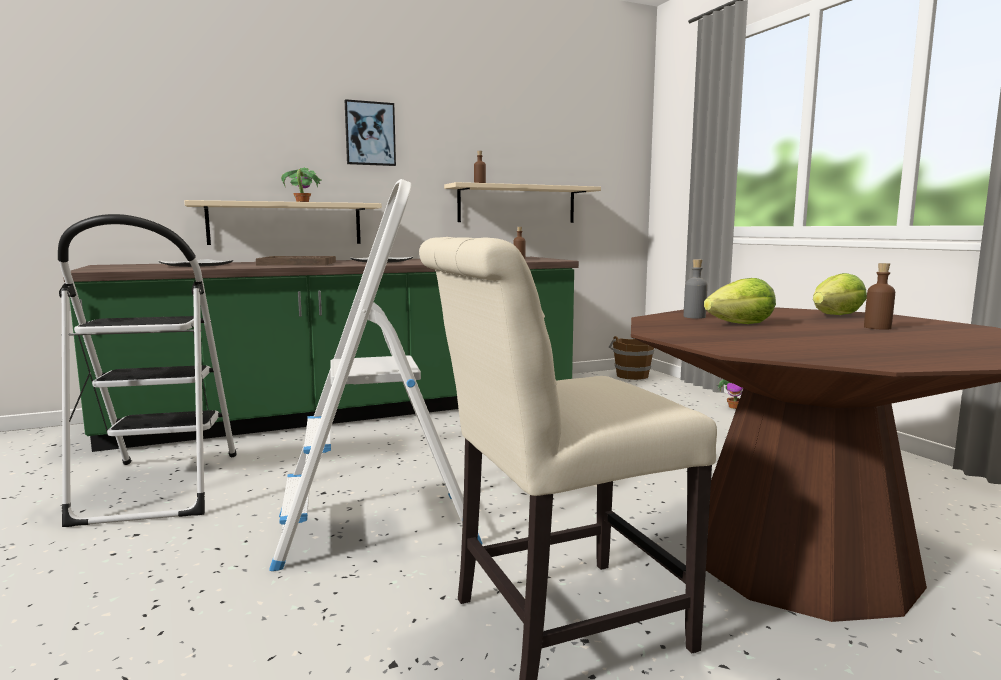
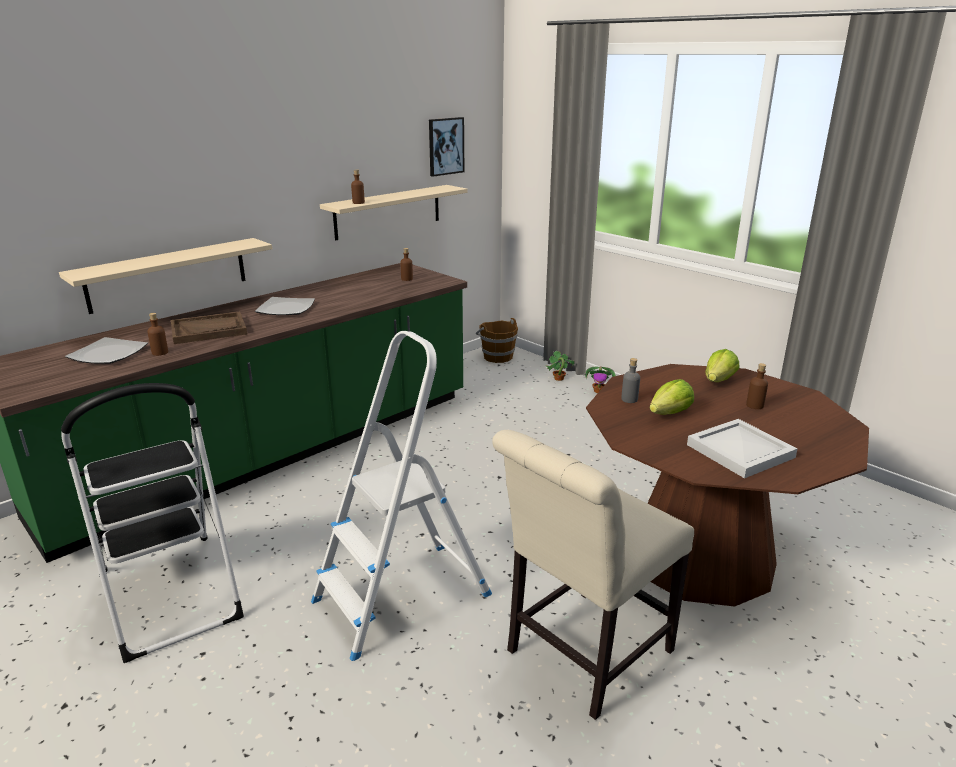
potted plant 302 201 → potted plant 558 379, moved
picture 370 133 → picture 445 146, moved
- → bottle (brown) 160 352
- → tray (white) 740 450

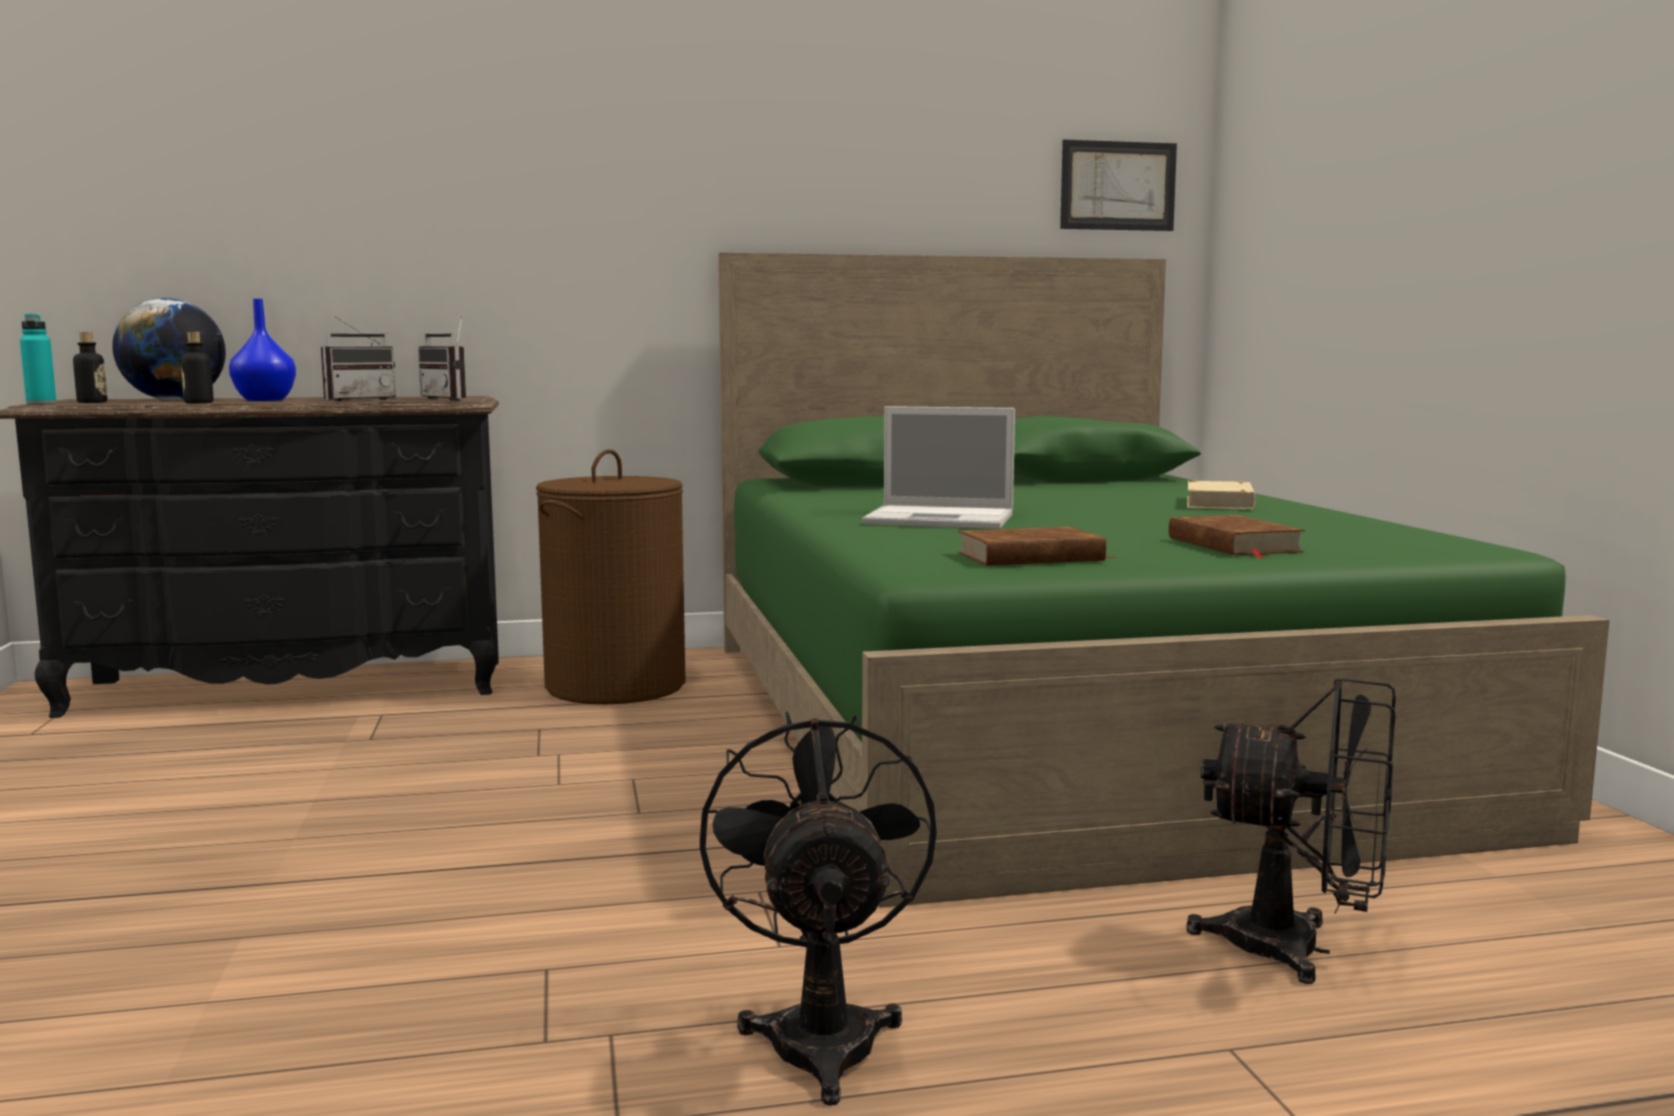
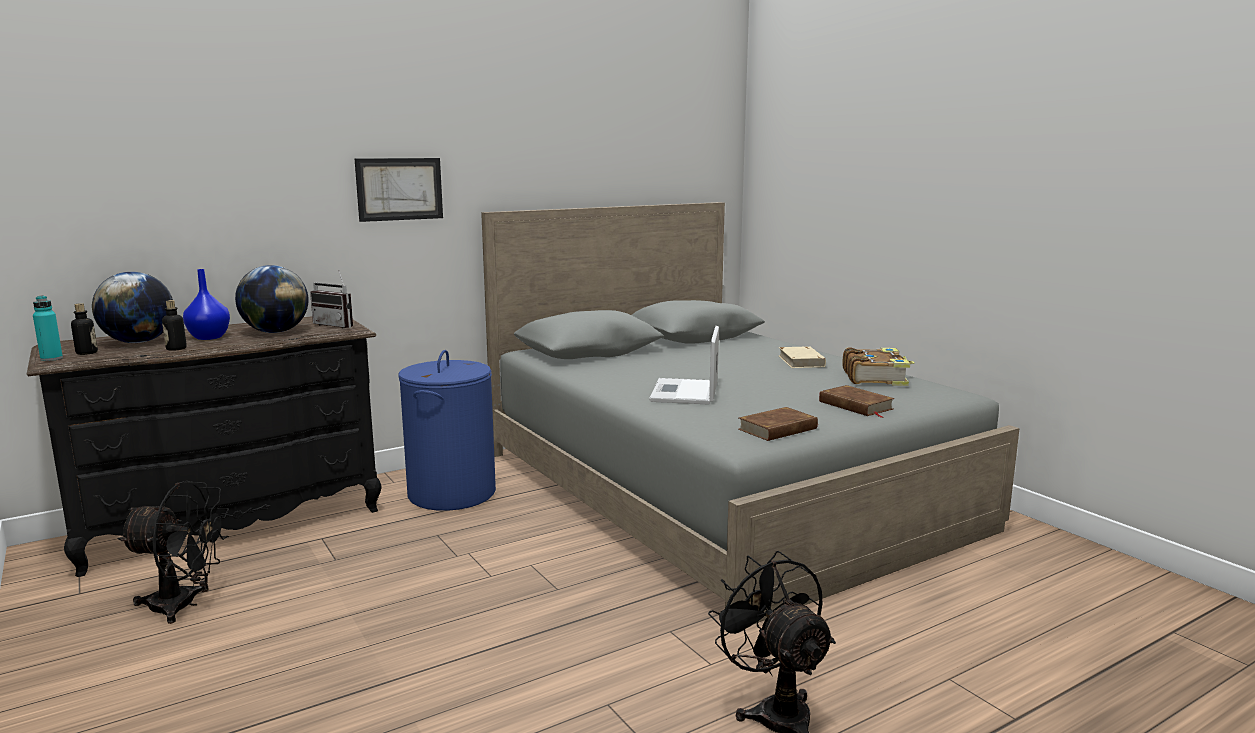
radio 357 400 → globe 275 332
laundry basket (brown) 615 686 → laundry basket (blue) 451 493
bed (green) 1054 722 → bed (grey) 722 488
laptop 943 519 → laptop 685 393, 105 degrees clockwise
picture 1117 186 → picture 399 189, moved
fan (black) 1299 949 → fan (black) 184 605, moved
- → book 875 377

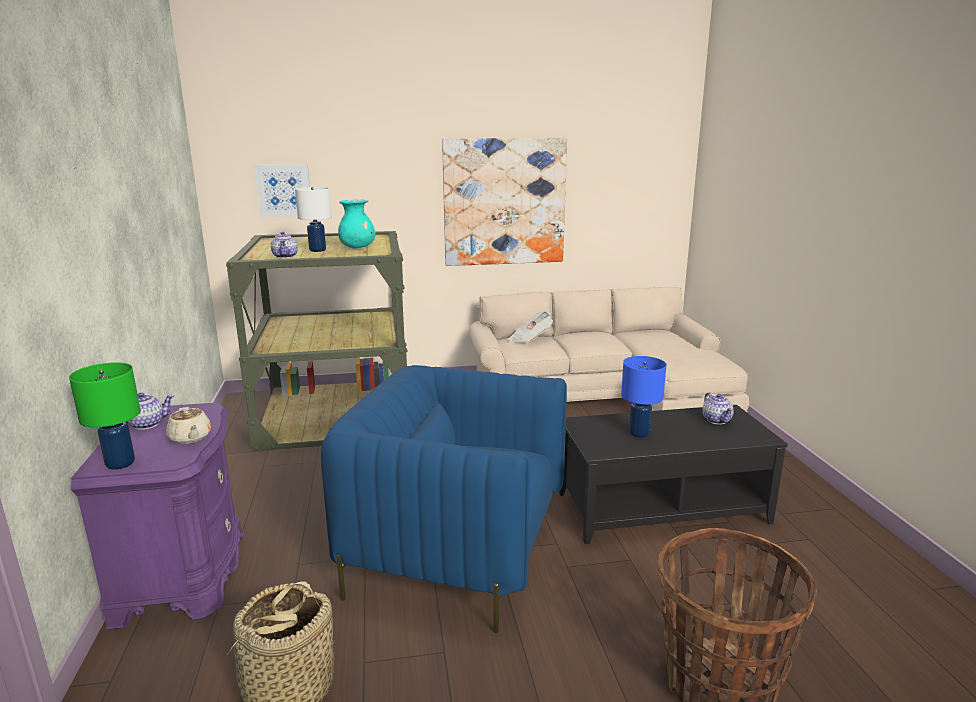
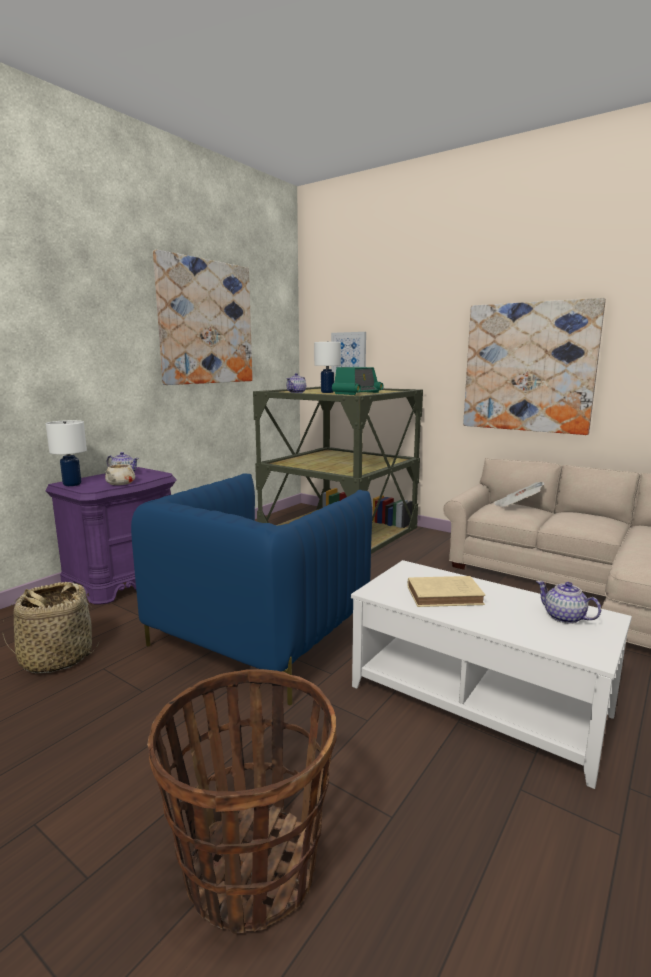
table lamp (green) 121 463 → table lamp (white) 73 484
armchair (blue) 454 550 → armchair (blue) 257 639, 120 degrees counterclockwise
vase (turquoise) 357 248 → radio 357 393
coffee table (black) 661 507 → coffee table (white) 478 699
table lamp (blue) 640 434 → book (beige) 446 595
teapot 716 420 → teapot 564 617, 105 degrees clockwise
- → picture 206 323

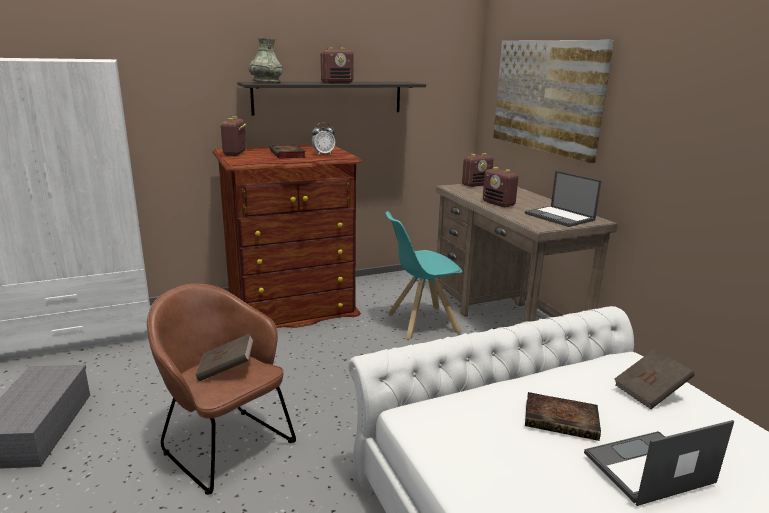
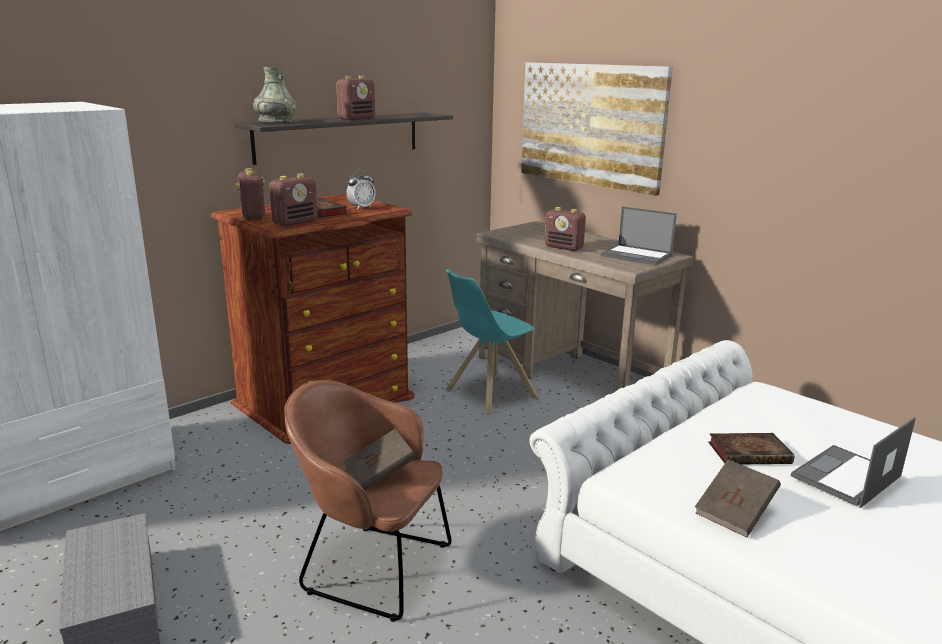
radio 476 185 → radio 295 222, moved
book (brown) 650 391 → book (brown) 735 513, moved

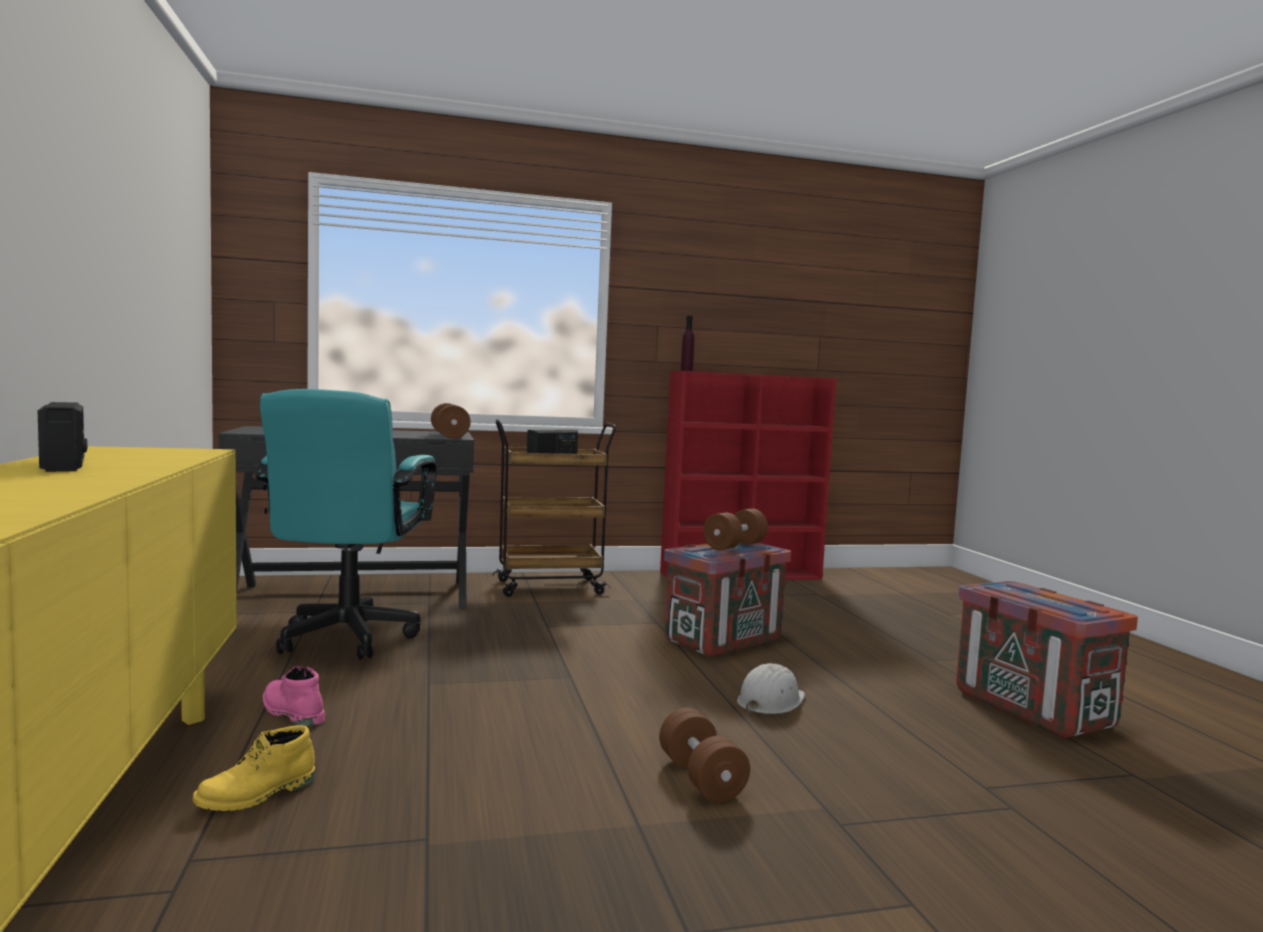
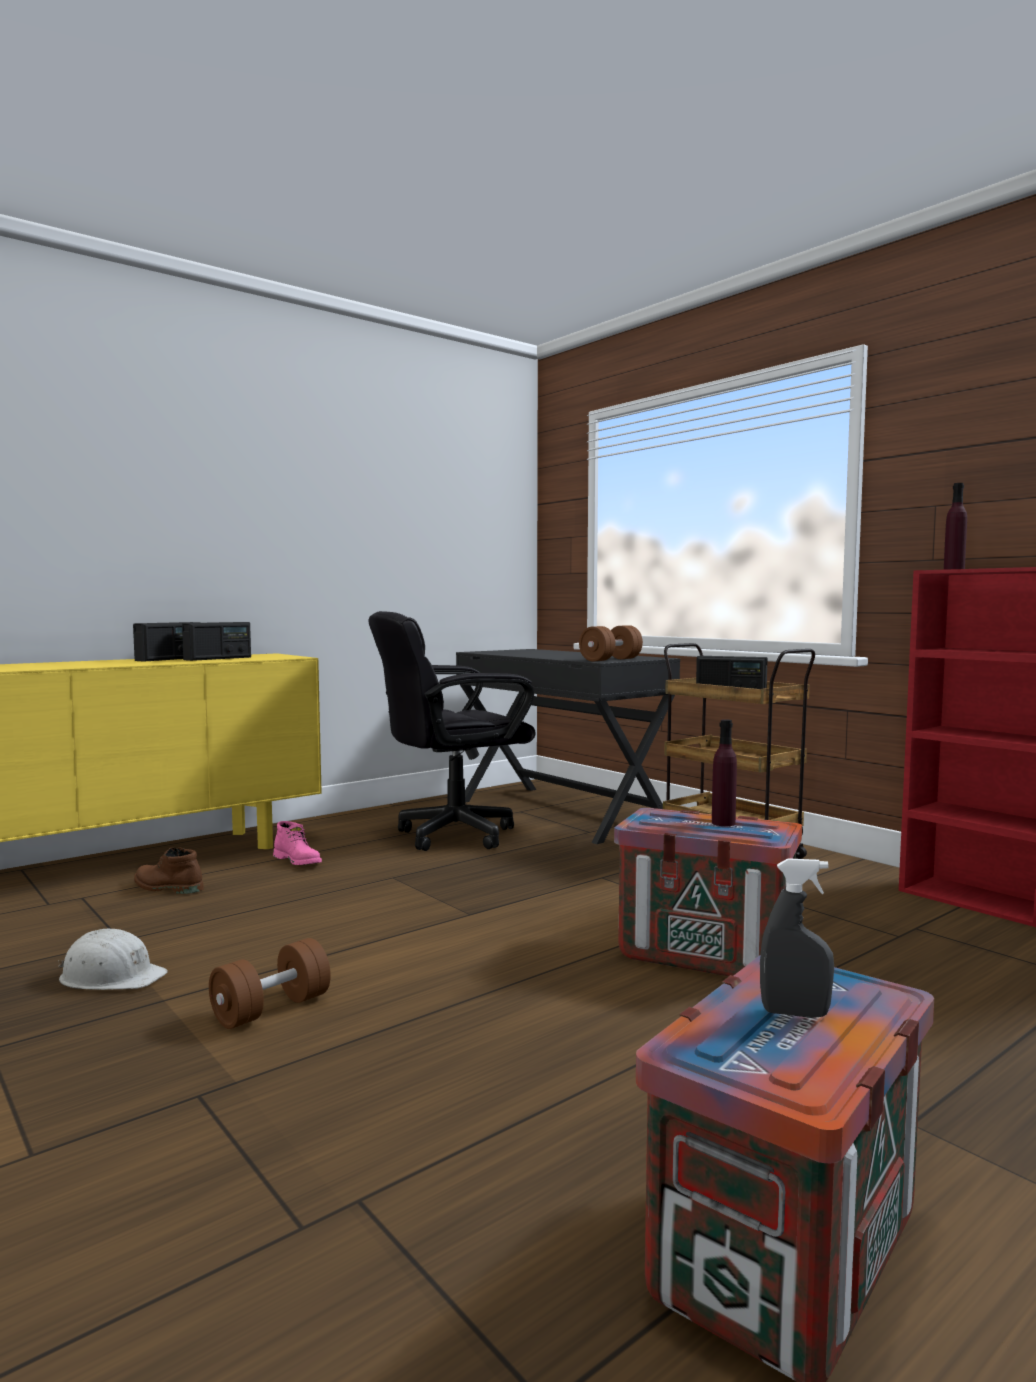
boot (yellow) 257 795 → boot (brown) 167 888
office chair (turquoise) 346 642 → office chair (black) 450 837
boot (pink) 291 712 → boot (pink) 298 861, 120 degrees clockwise
dumbbell (brown) 735 546 → bottle (purple) 723 823
hard hat (white) 770 701 → hard hat (white) 111 977, moved
- → radio 218 658
- → spray bottle (grey) 795 1013

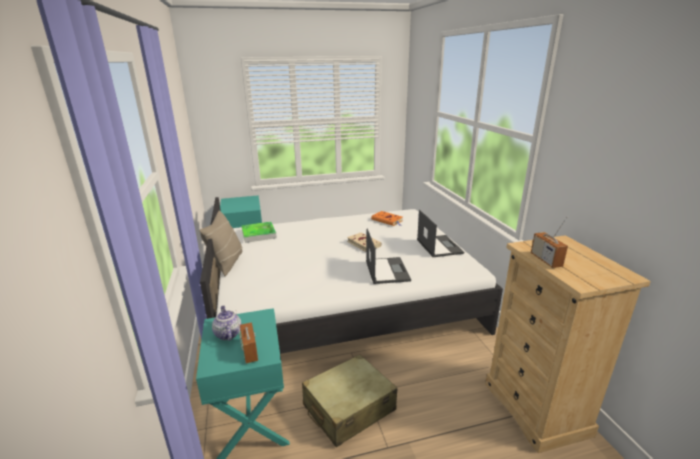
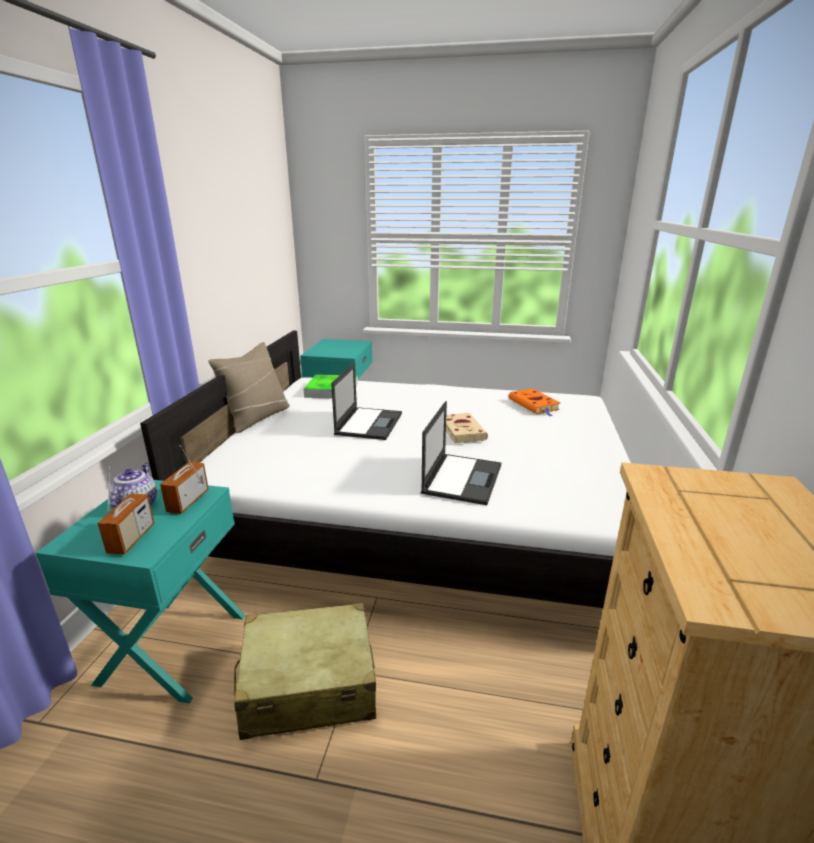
laptop 439 246 → laptop 369 423, moved
radio 546 260 → radio 188 501, moved

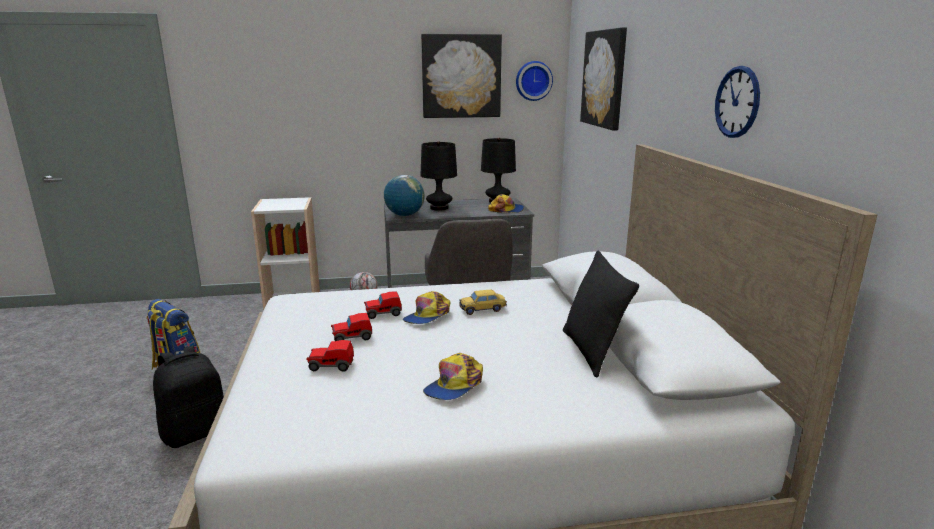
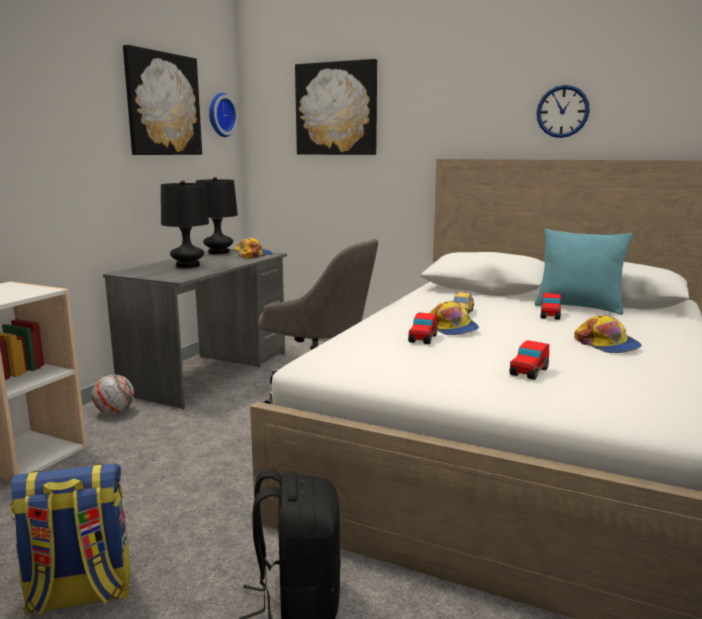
toy car 352 338 → toy car 550 315, moved
globe 404 215 → -
pillow (black) 591 352 → pillow (turquoise) 578 307

